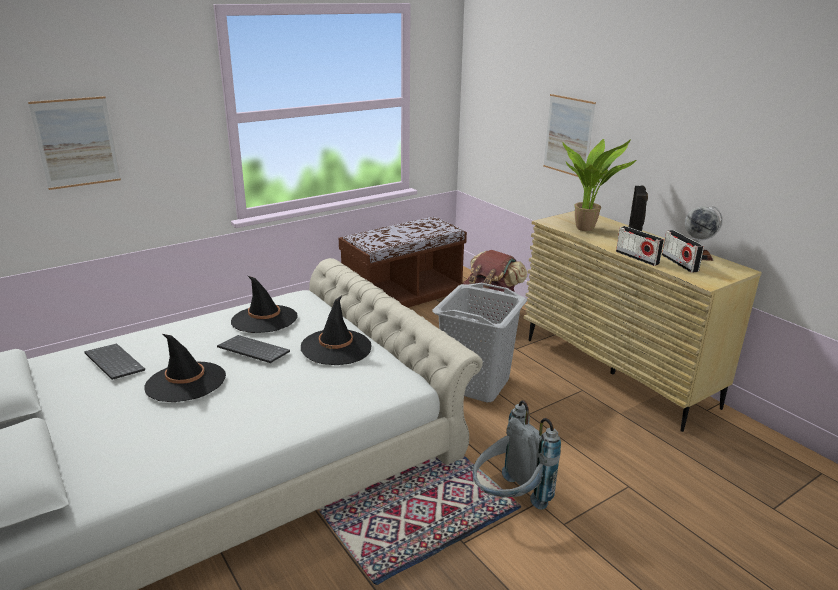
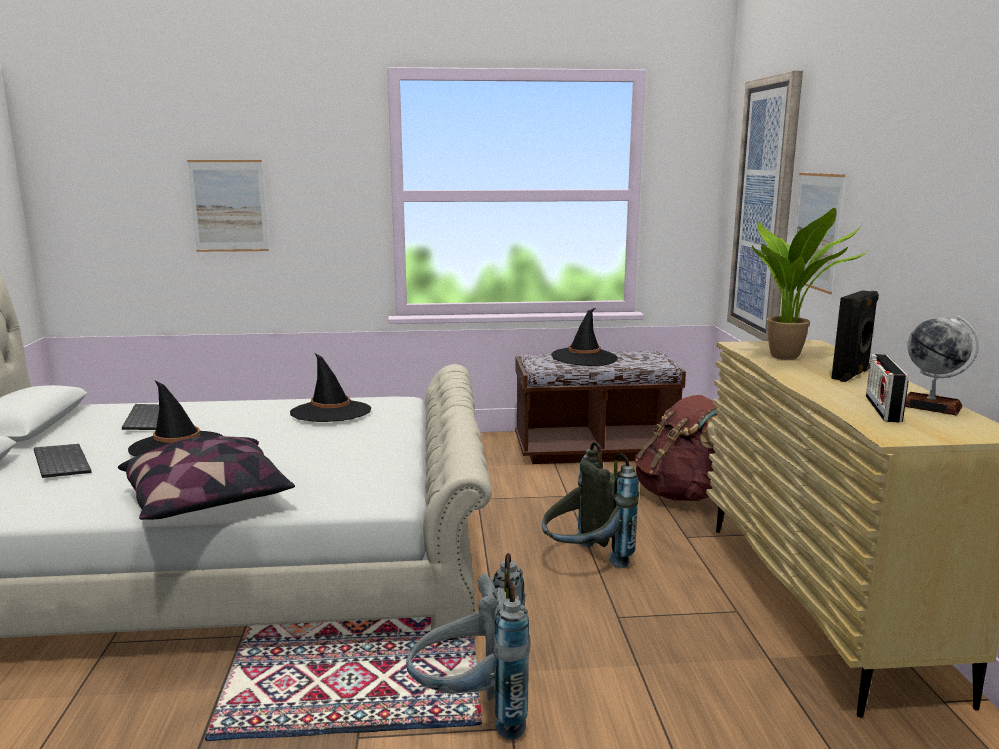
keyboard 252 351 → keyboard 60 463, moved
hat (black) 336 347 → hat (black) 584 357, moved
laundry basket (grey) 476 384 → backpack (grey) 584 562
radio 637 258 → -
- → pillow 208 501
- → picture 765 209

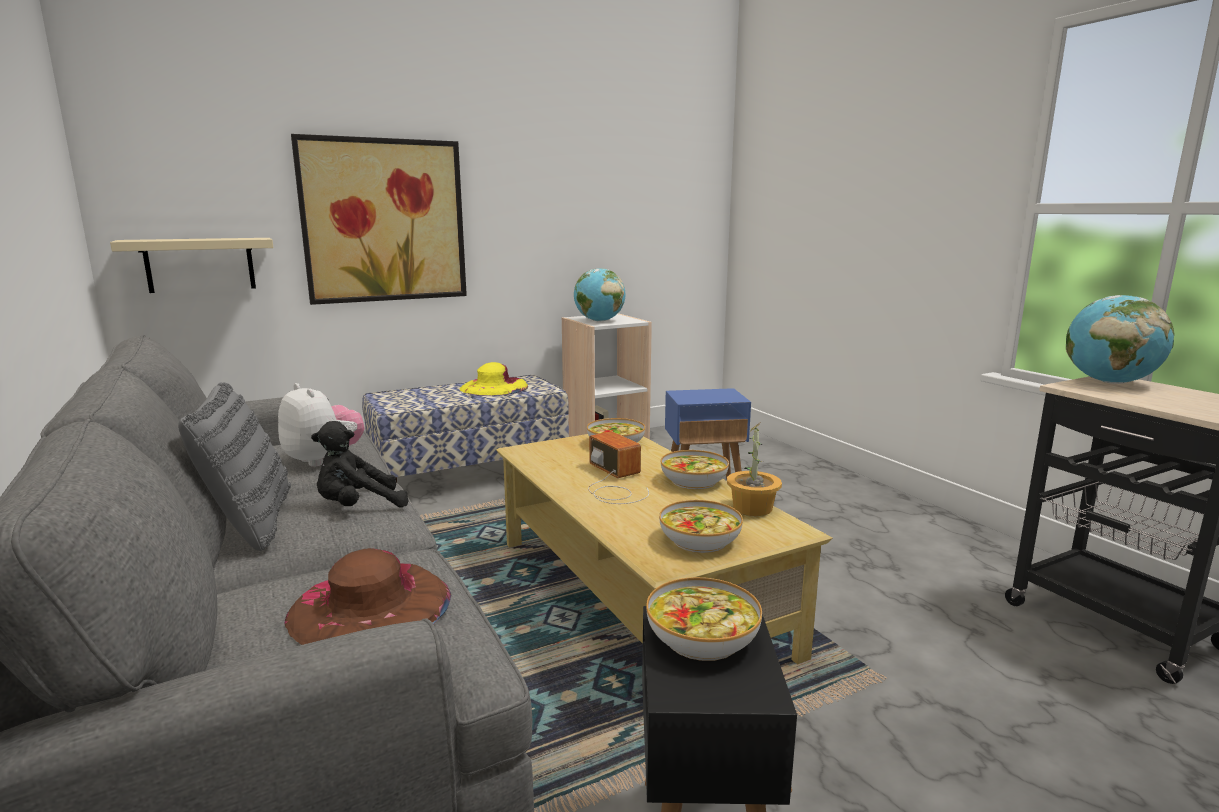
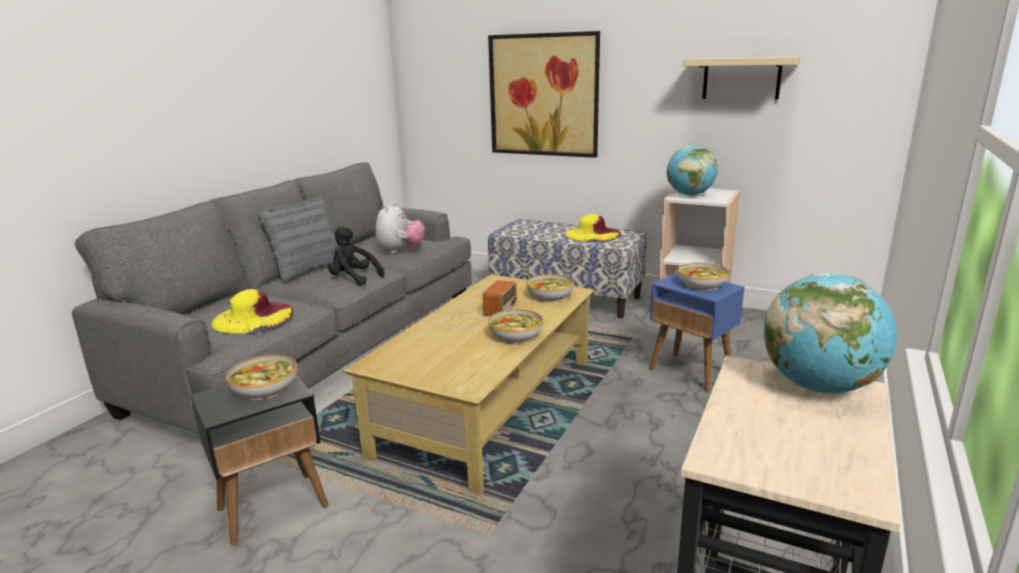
shelf (beige) 200 264 → shelf (beige) 741 78, moved
hat (brown) 370 605 → hat (yellow) 253 317
bowl 699 540 → bowl 701 284, moved
potted plant 753 508 → -

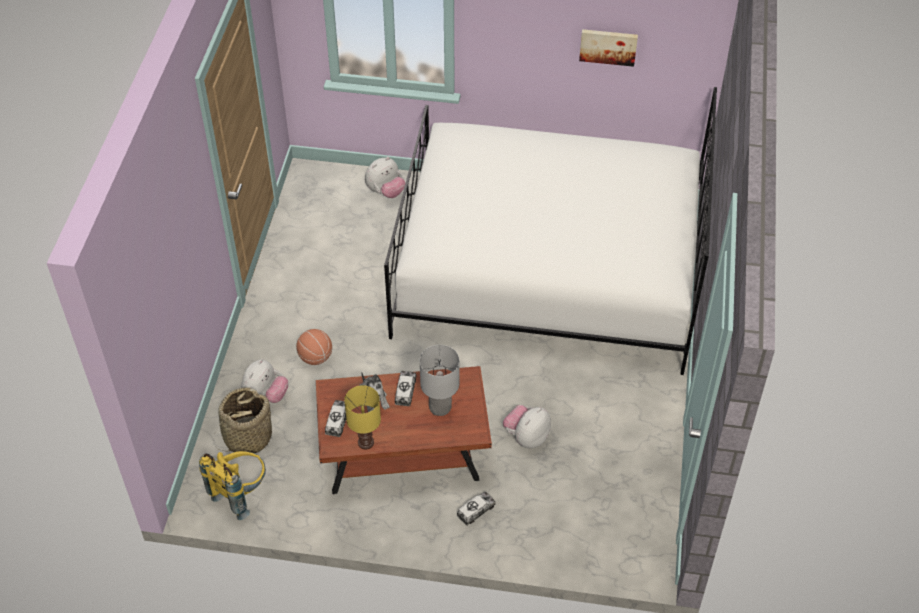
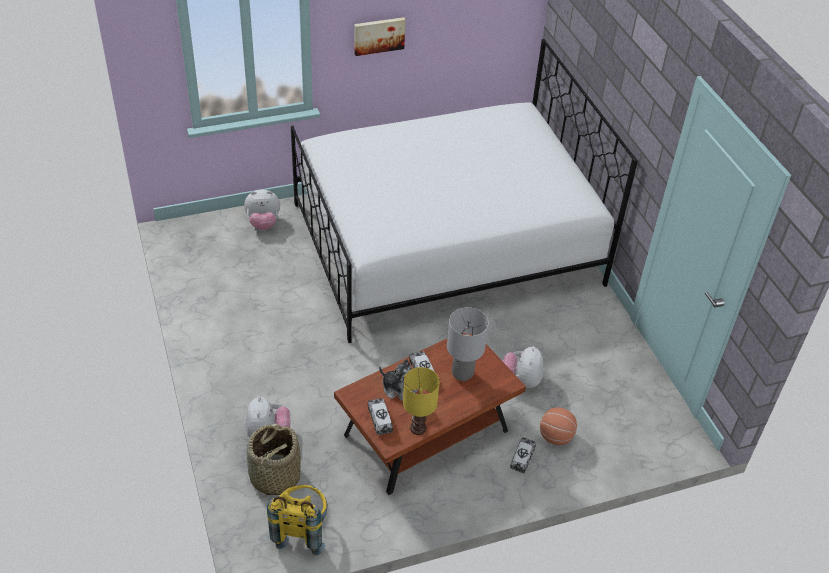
basketball 315 357 → basketball 555 437, moved
plush toy 385 192 → plush toy 263 223, 60 degrees clockwise
picture 608 46 → picture 379 35, moved

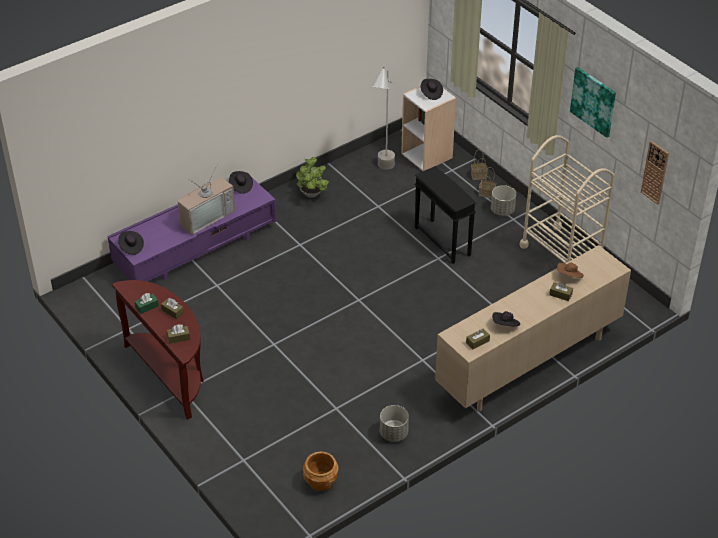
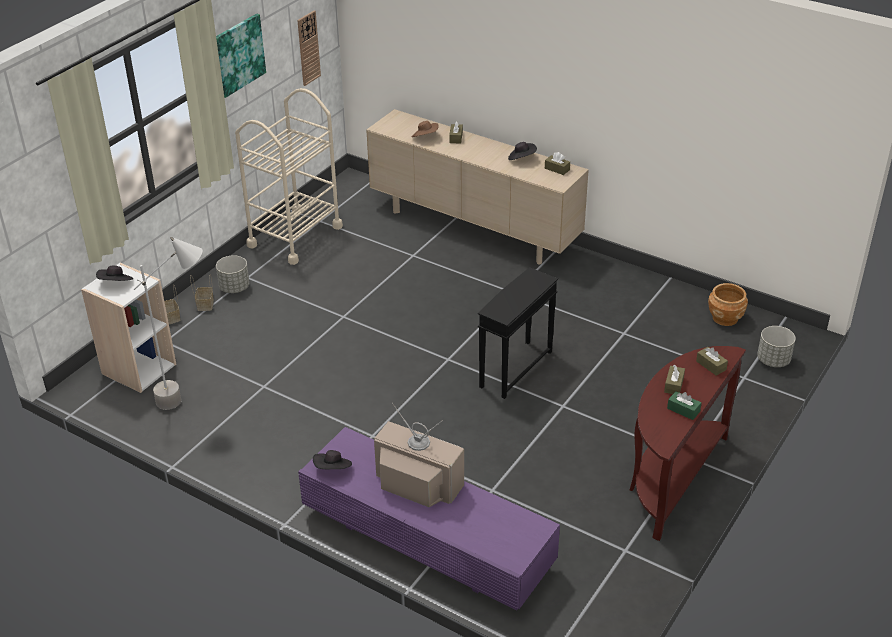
hat (black) 131 247 → -
potted plant 312 195 → -
planter (grey) 394 433 → planter (grey) 773 360, moved
side table (black) 442 241 → side table (black) 515 369, moved

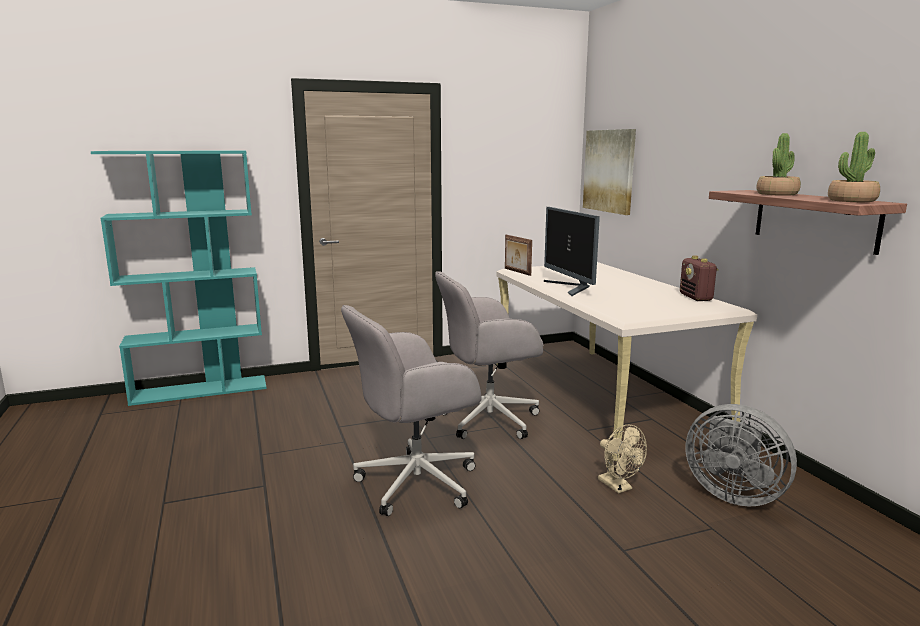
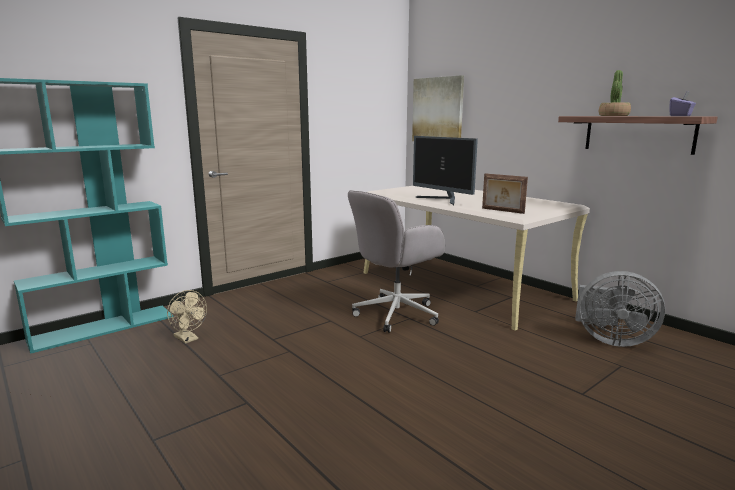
office chair (grey) 415 484 → -
picture frame 516 272 → picture frame 502 211, moved
fan (beige) 618 487 → fan (beige) 188 339, moved
radio 696 298 → -
potted plant 851 200 → tissue box (purple) 680 116

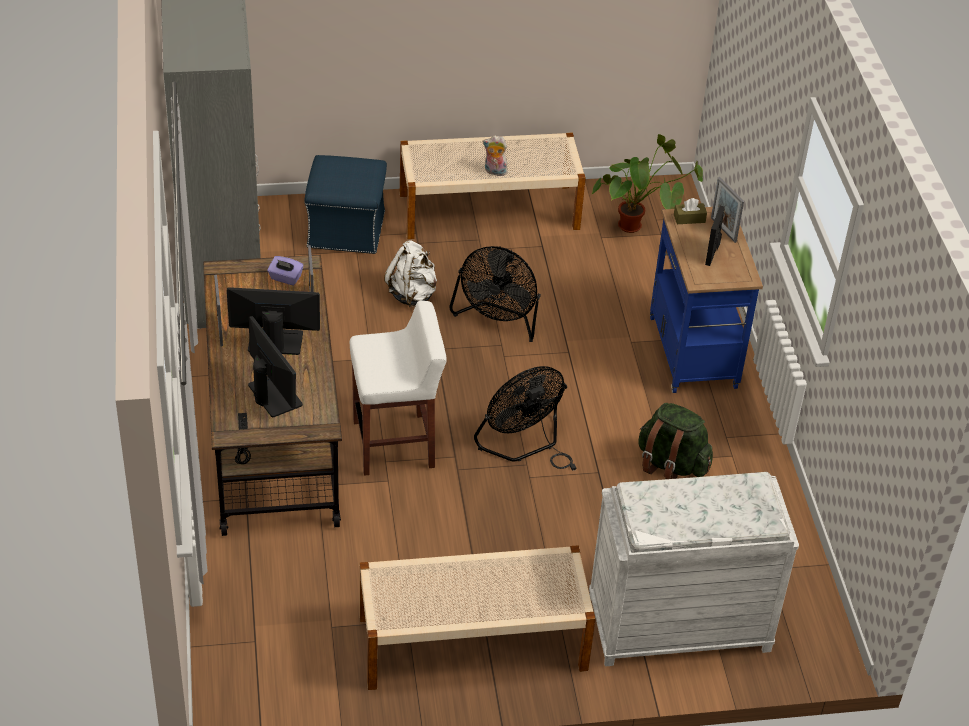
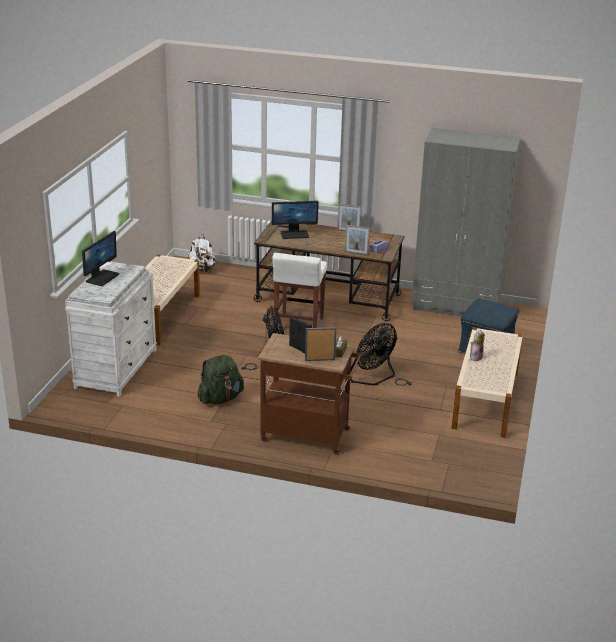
monitor 275 342 → monitor 102 277, moved
backpack (white) 412 294 → backpack (white) 201 270, moved
potted plant 640 224 → -
cart (blue) 691 350 → cart (brown) 308 435

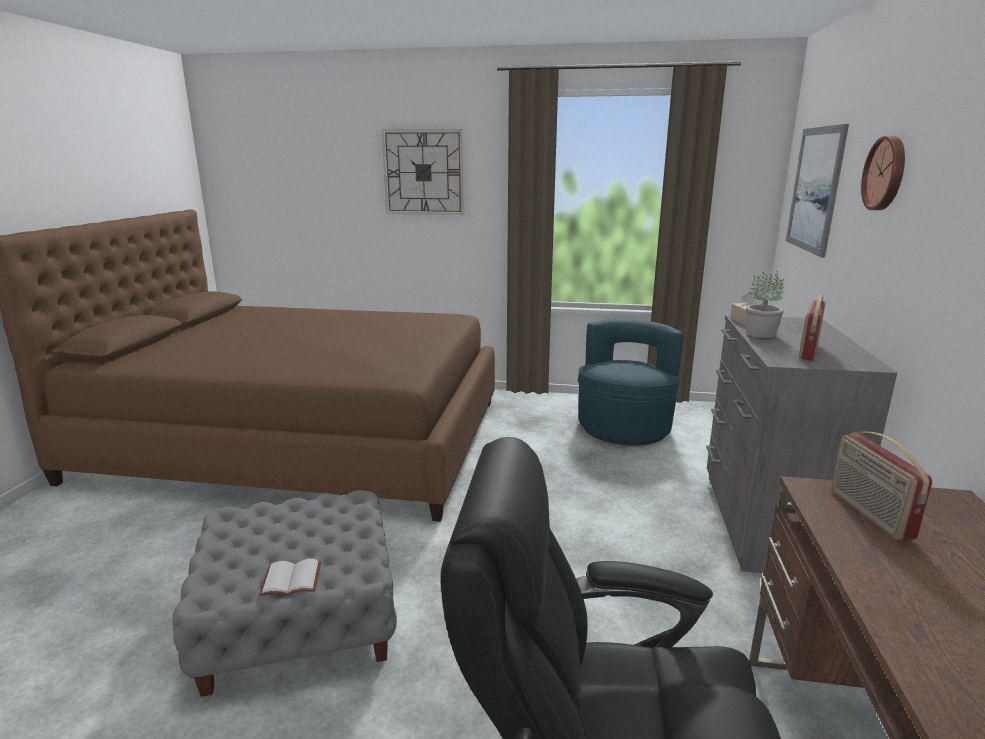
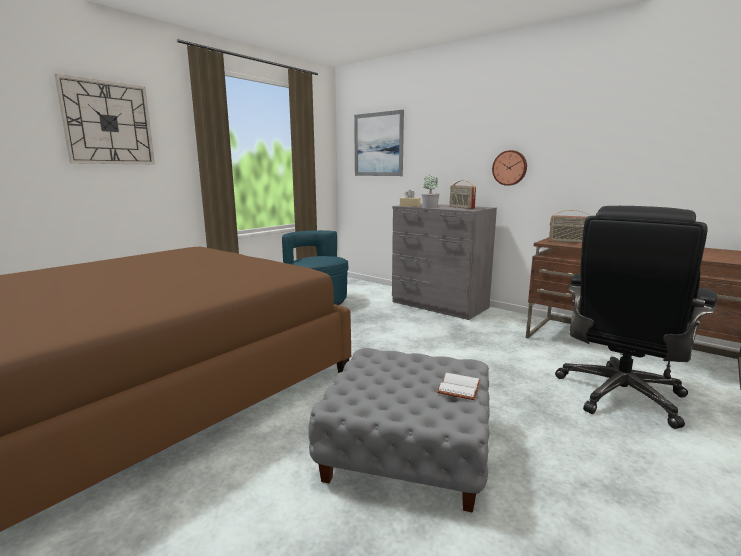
wall clock 886 173 → wall clock 510 168, moved

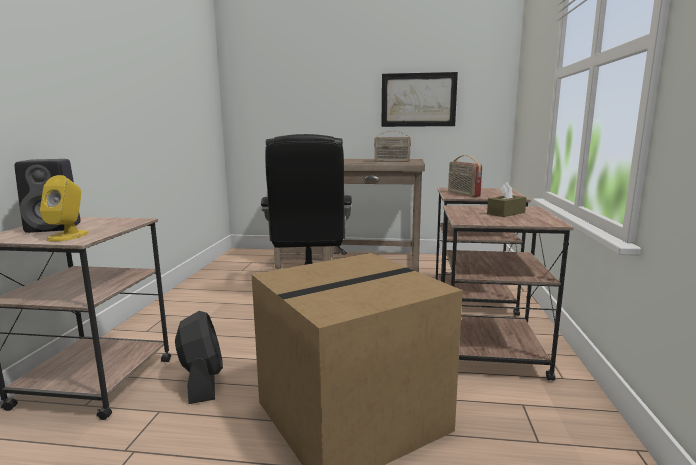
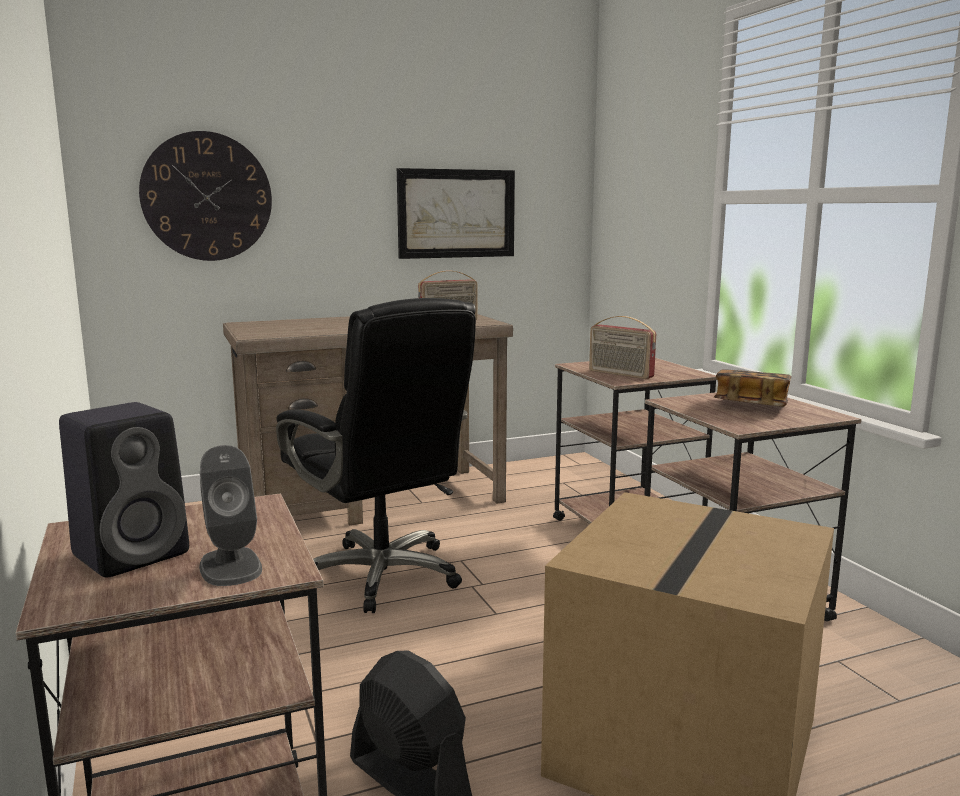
speaker (yellow) 68 236 → speaker (grey) 230 566
tissue box (brown) 506 213 → book 751 405
- → wall clock 207 197

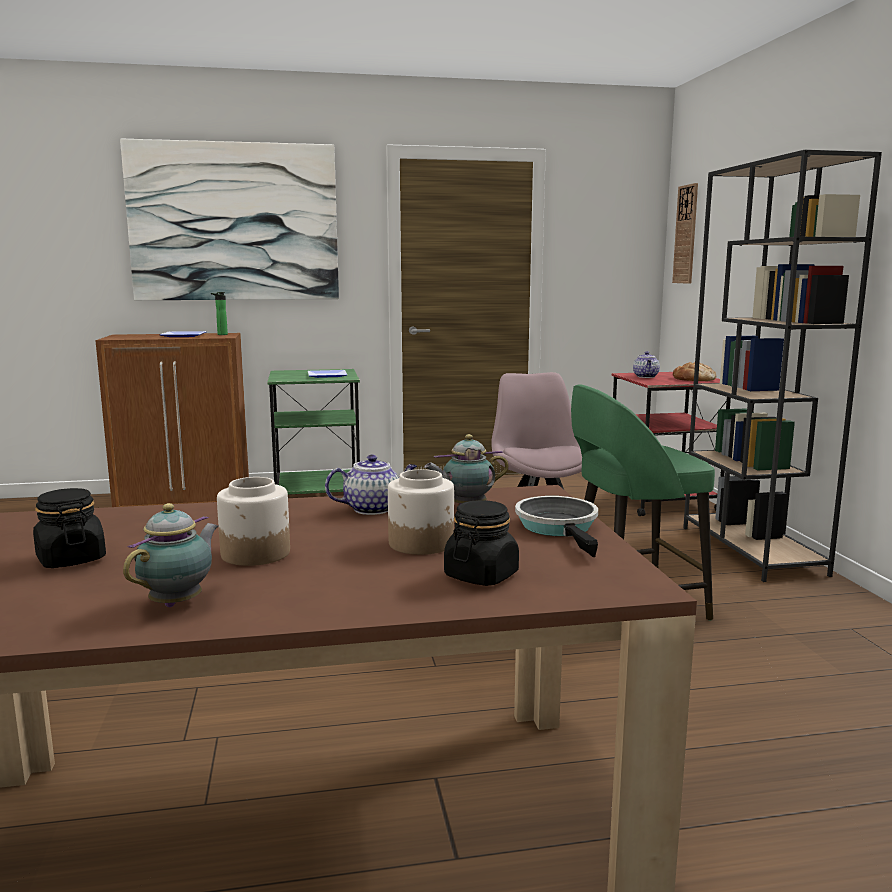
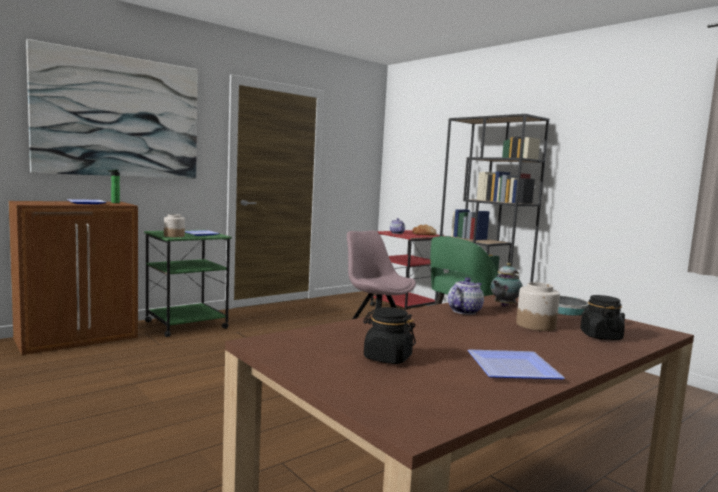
teapot 179 602 → plate 516 369
jar 256 553 → jar 174 236, moved
wall clock 686 234 → -

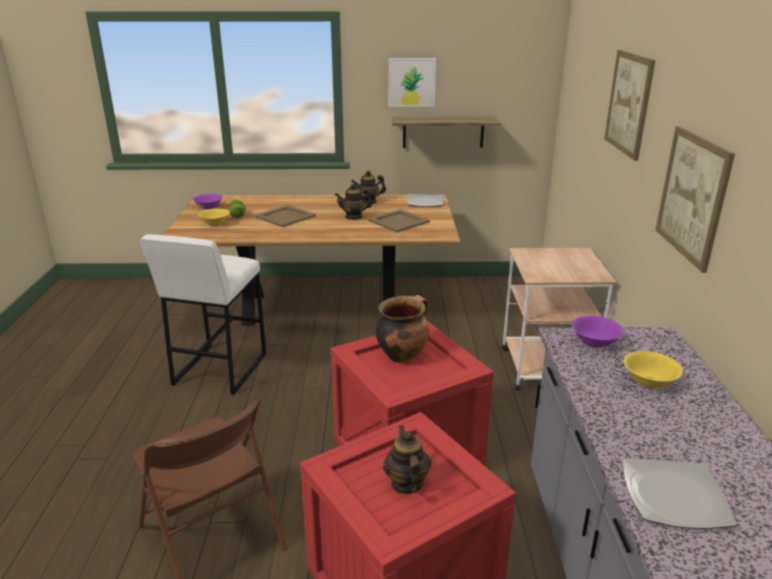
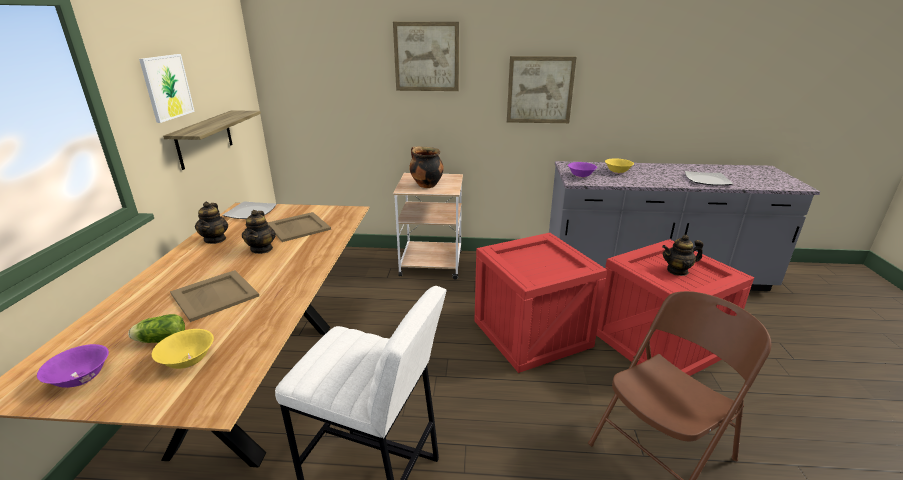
cooking pot 402 355 → cooking pot 426 185, moved

